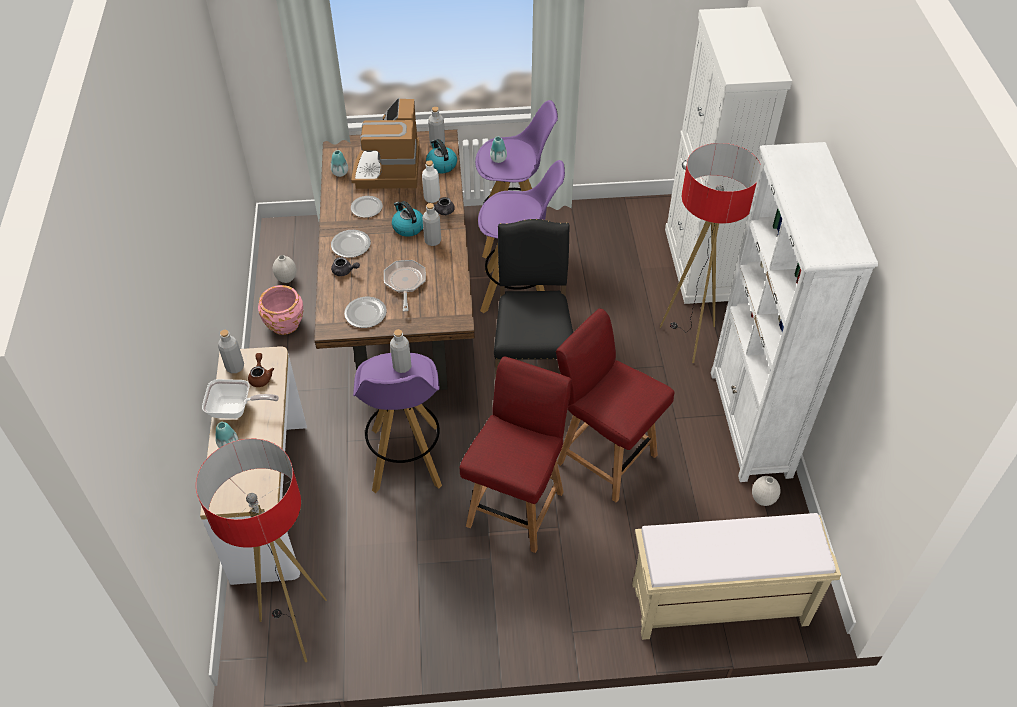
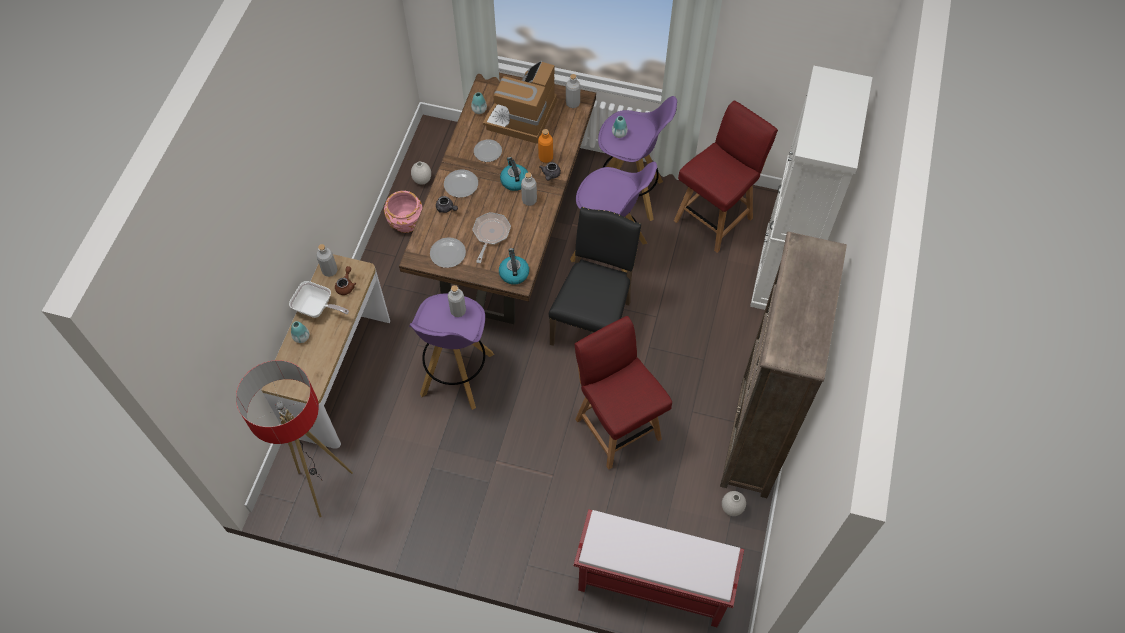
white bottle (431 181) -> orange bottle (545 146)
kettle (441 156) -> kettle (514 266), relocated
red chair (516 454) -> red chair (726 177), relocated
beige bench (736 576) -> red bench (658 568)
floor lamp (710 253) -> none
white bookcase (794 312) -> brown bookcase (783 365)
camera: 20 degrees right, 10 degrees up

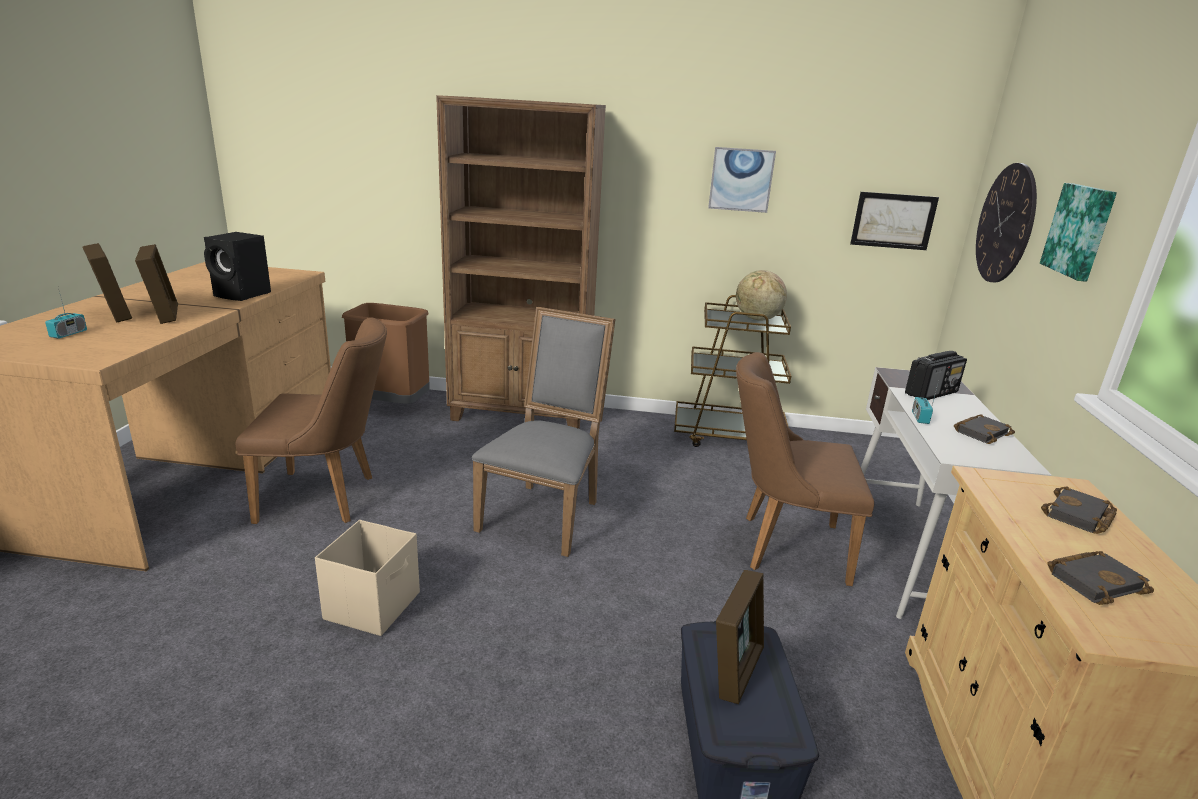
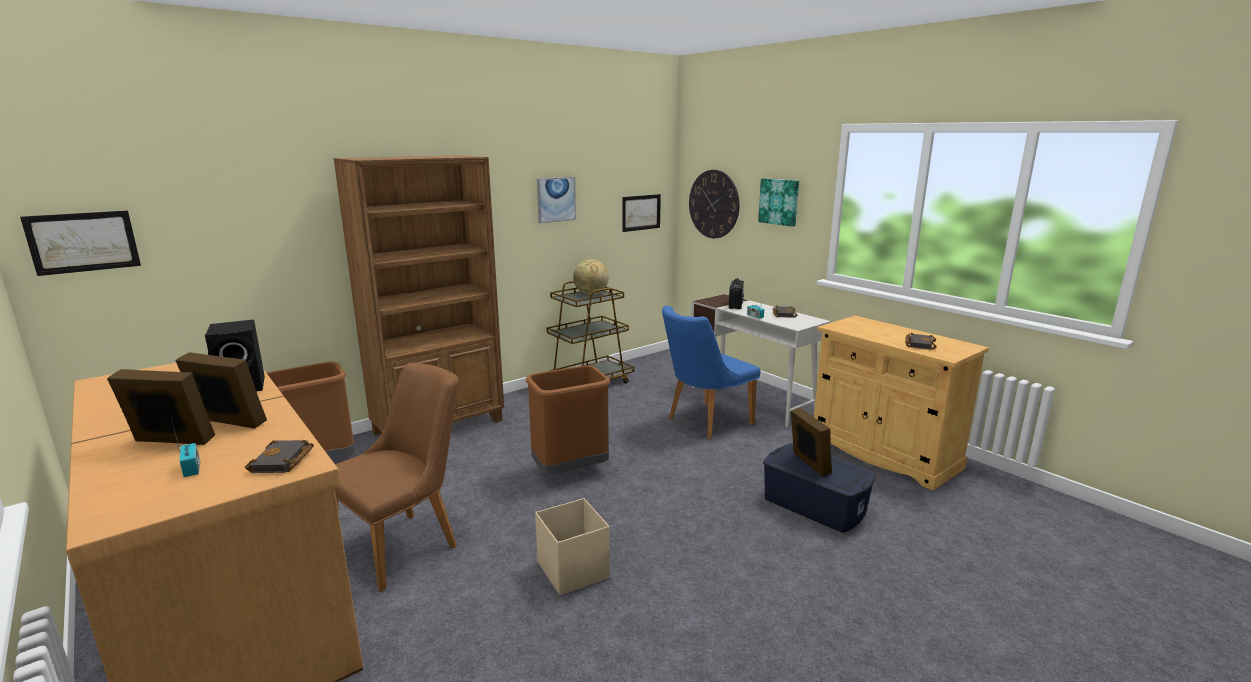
grey chair (543 432) -> brown trash can (568 419)
brown chair (805 469) -> blue chair (711 372)
black book (1079 510) -> black book (279 456), relocated
none -> picture (80 243)
camera: 45 degrees left, 5 degrees down

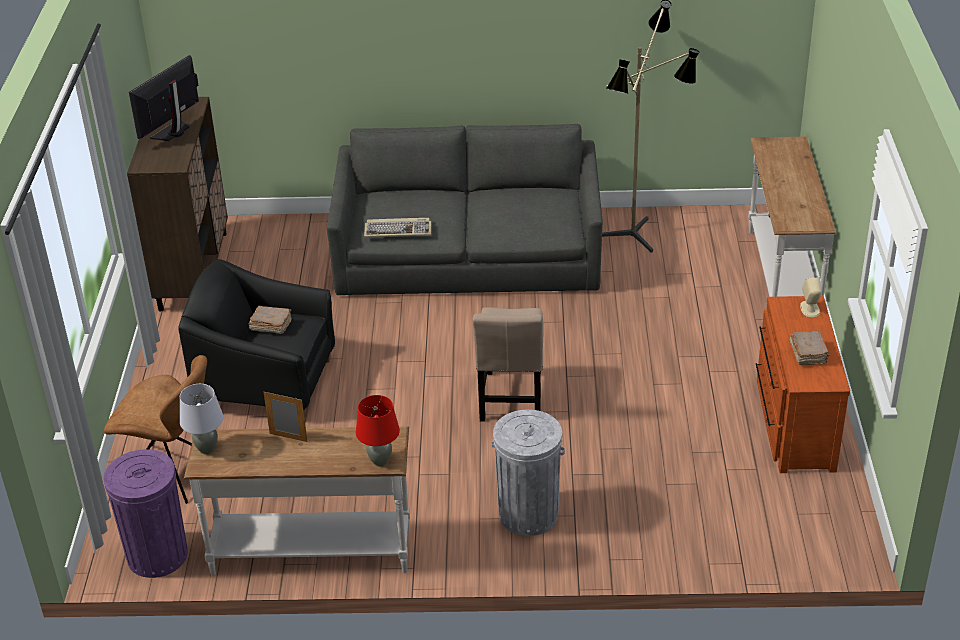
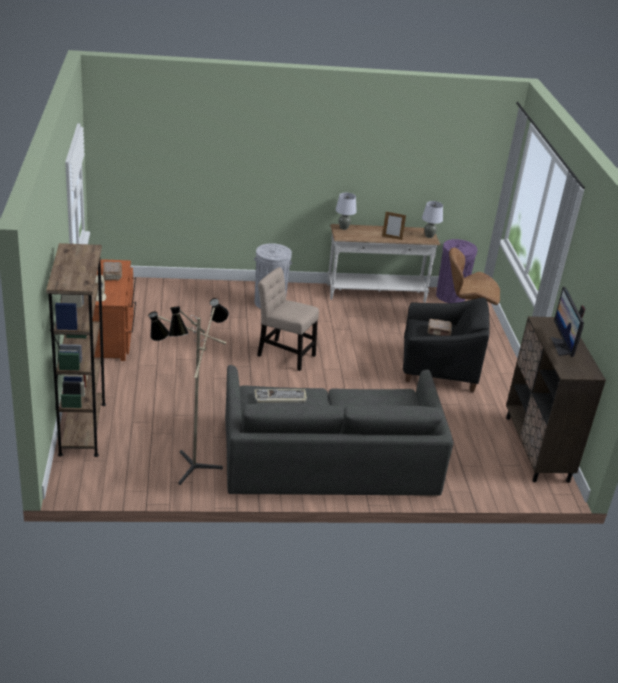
monitor (164 98) -> monitor (568 322), 150 degrees clockwise
red table lamp (378 430) -> grey table lamp (346 211)
keyboard (397 228) -> keyboard (280 396), relocated
beige chair (508 364) -> beige chair (288 319), 60 degrees counterclockwise
white console table (792 216) -> brown bookcase (76 350)
camera: 170 degrees right, 5 degrees down

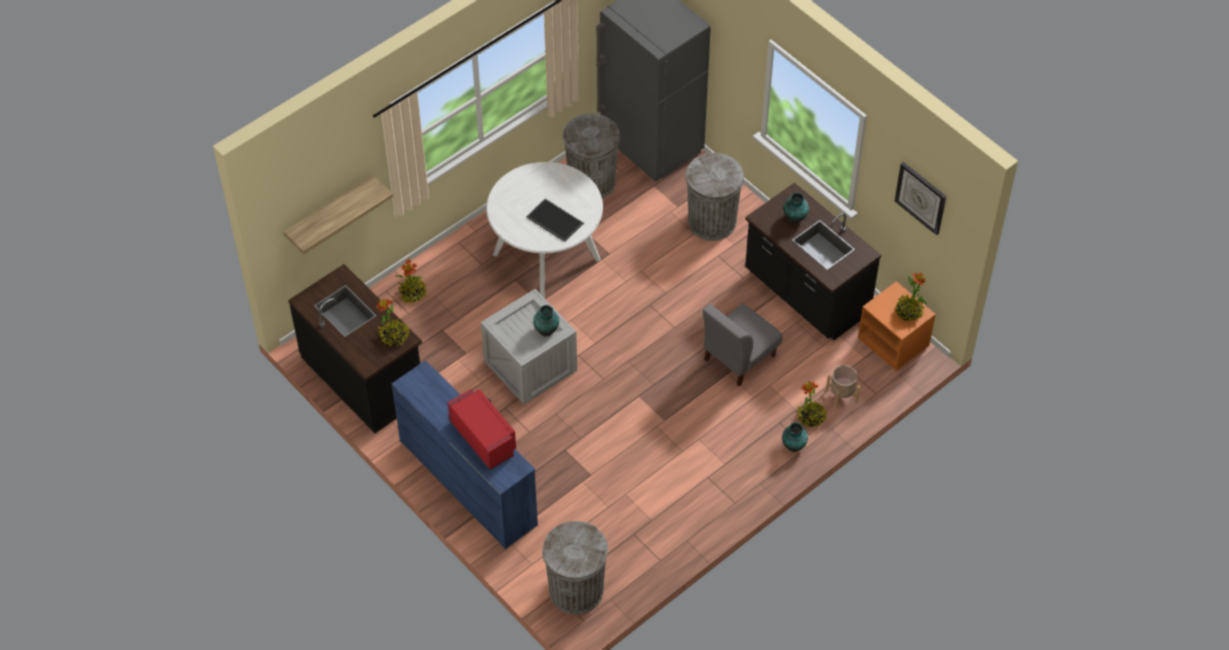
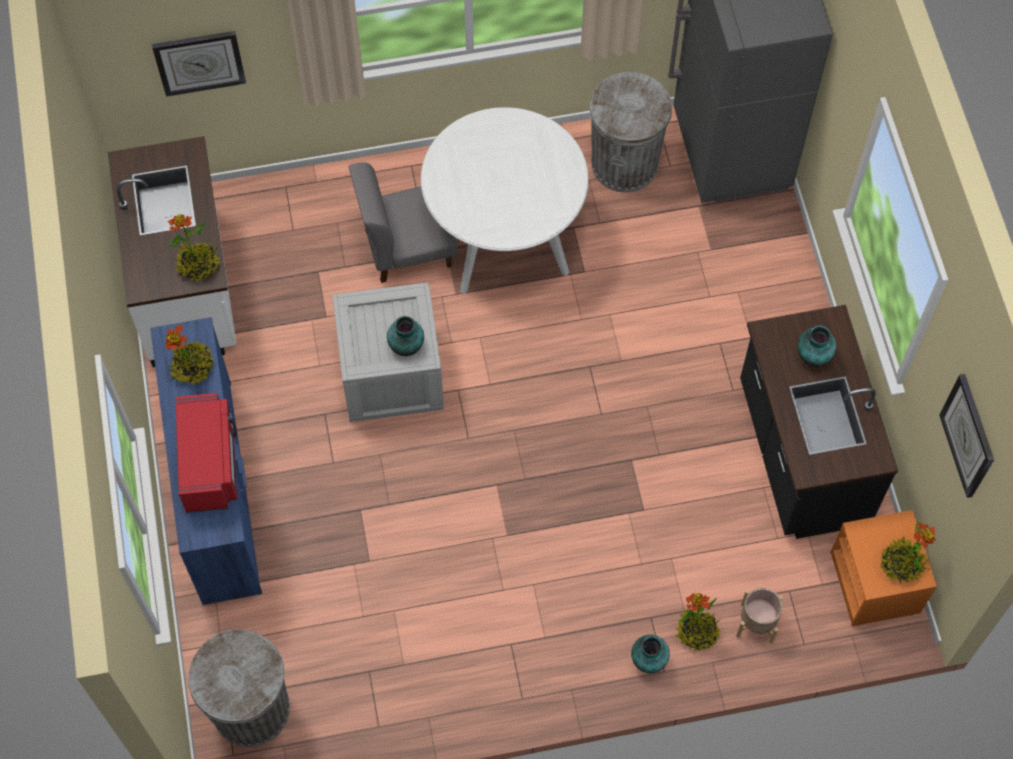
shelf (338 214) -> wall clock (199 64)
black counter (355 348) -> white counter (172 251)
potted plant (411 281) -> potted plant (188 354), relocated
tray (555 220) -> none
grey trash can (715 197) -> none
grey chair (742 344) -> grey chair (403 222), relocated
camera: 30 degrees right, 10 degrees up

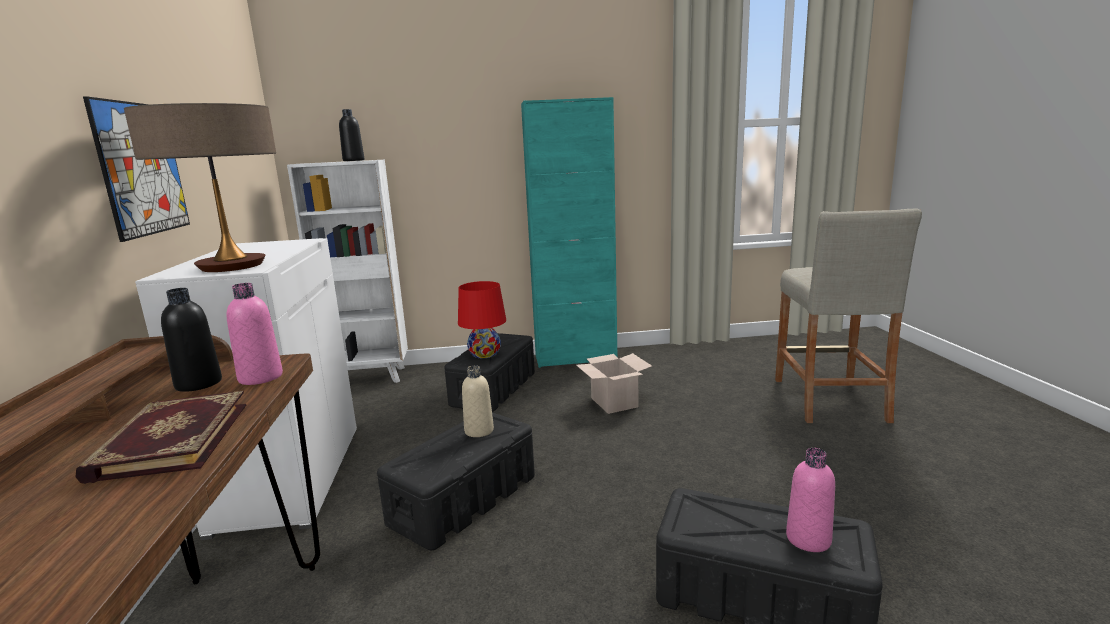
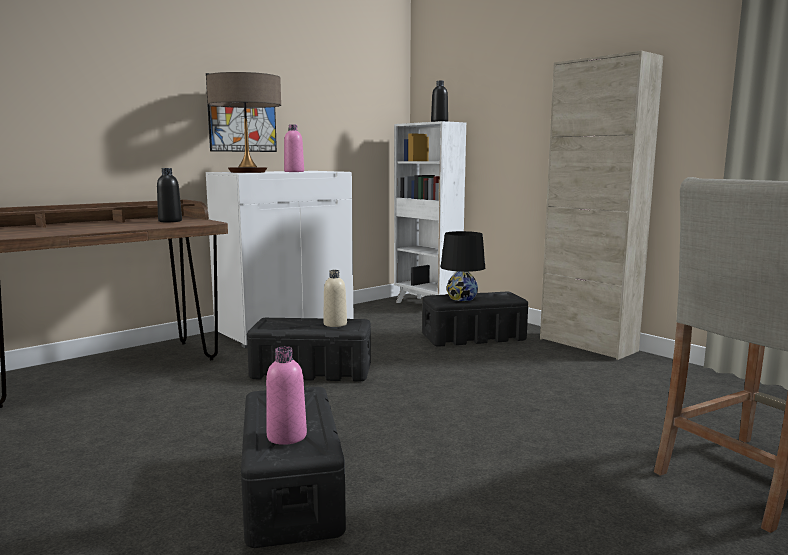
book (161 437) -> none
pink bottle (255 334) -> pink bottle (294 148), relocated
red table lamp (482 319) -> black table lamp (463 266)
turquoise cabinet (569 232) -> beige cabinet (601 205)
cardboard box (614 383) -> none
camera: 55 degrees right, 5 degrees down

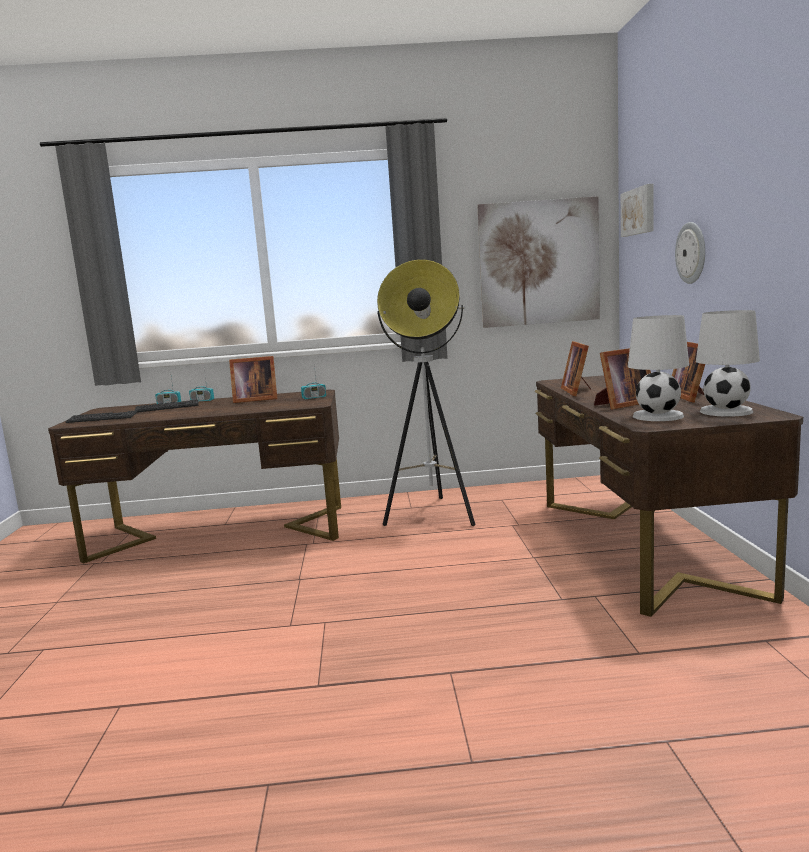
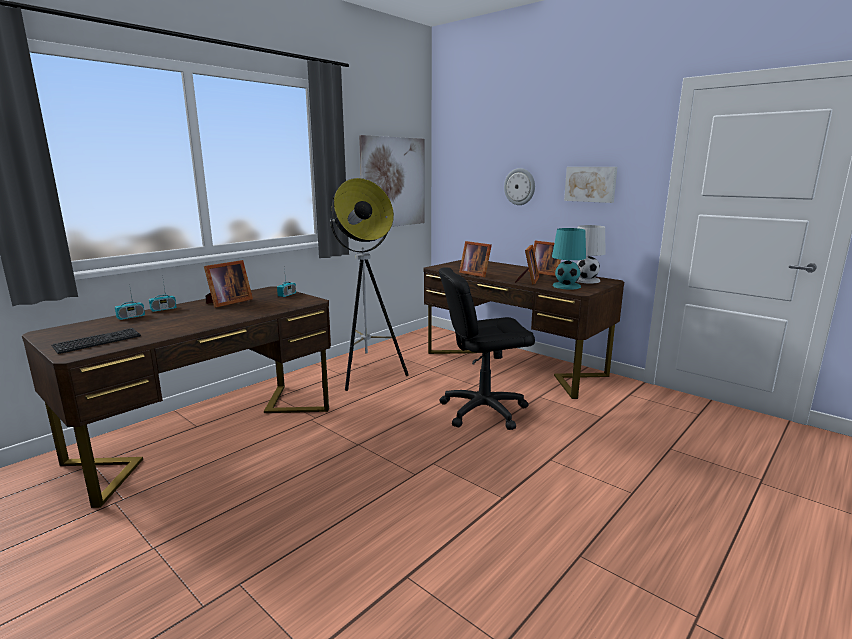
keyboard (167 406) -> none
picture (637 210) -> picture (590 185), relocated
white table lamp (658 368) -> turquoise table lamp (569 259)
none -> black office chair (487 348)
camera: 45 degrees left, 5 degrees up

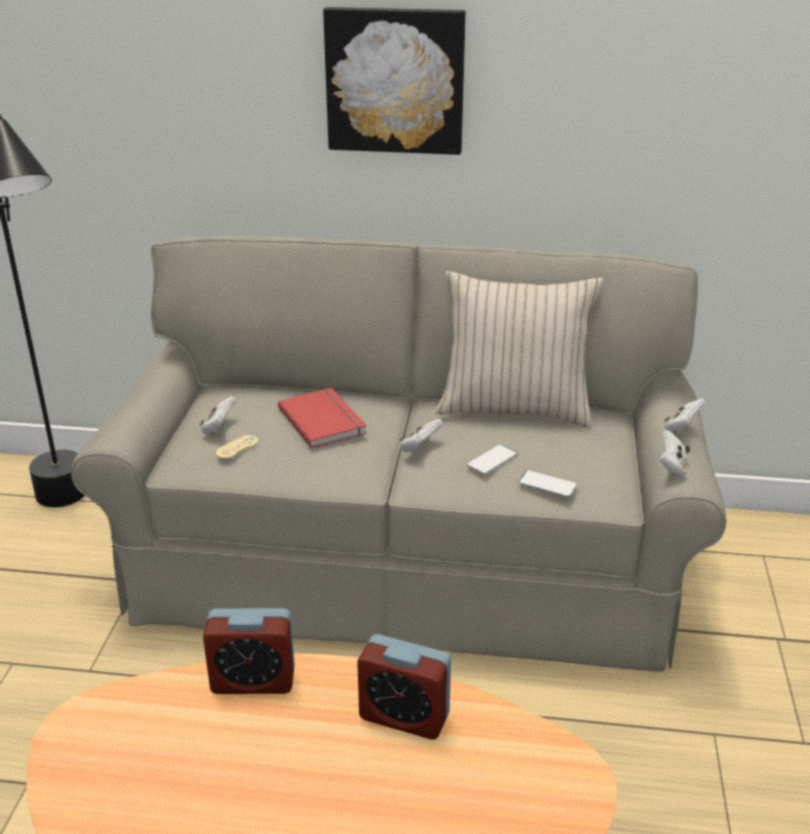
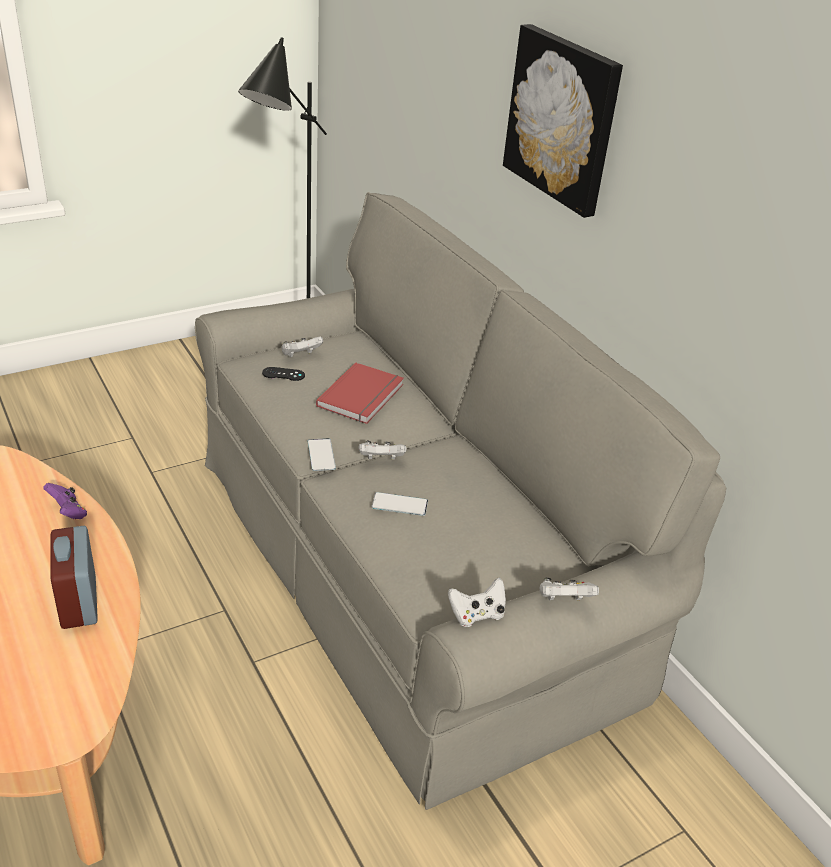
alarm clock (249 651) -> purple game controller (65 501)
beige game controller (237 447) -> black game controller (283 374)
beige pillow (519 349) -> none
phone (547 483) -> phone (322 454), relocated
camera: 50 degrees right, 5 degrees up

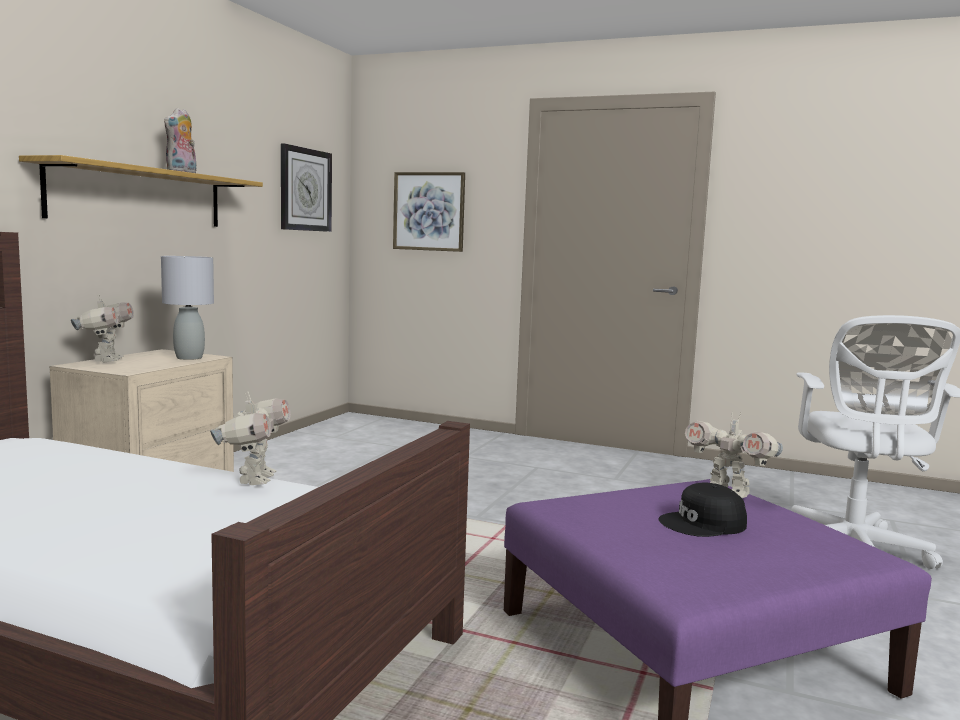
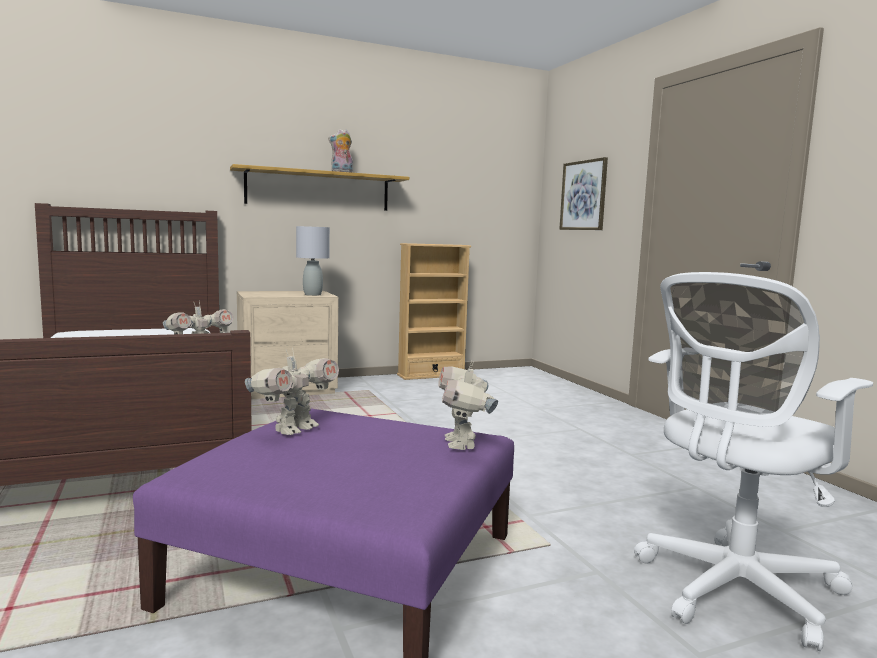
toy robot (102 328) -> toy robot (292 391), relocated
wall clock (306 187) -> none
black cap (702 510) -> none
none -> beige bookcase (434 311)
camera: 45 degrees right, 0 degrees up

